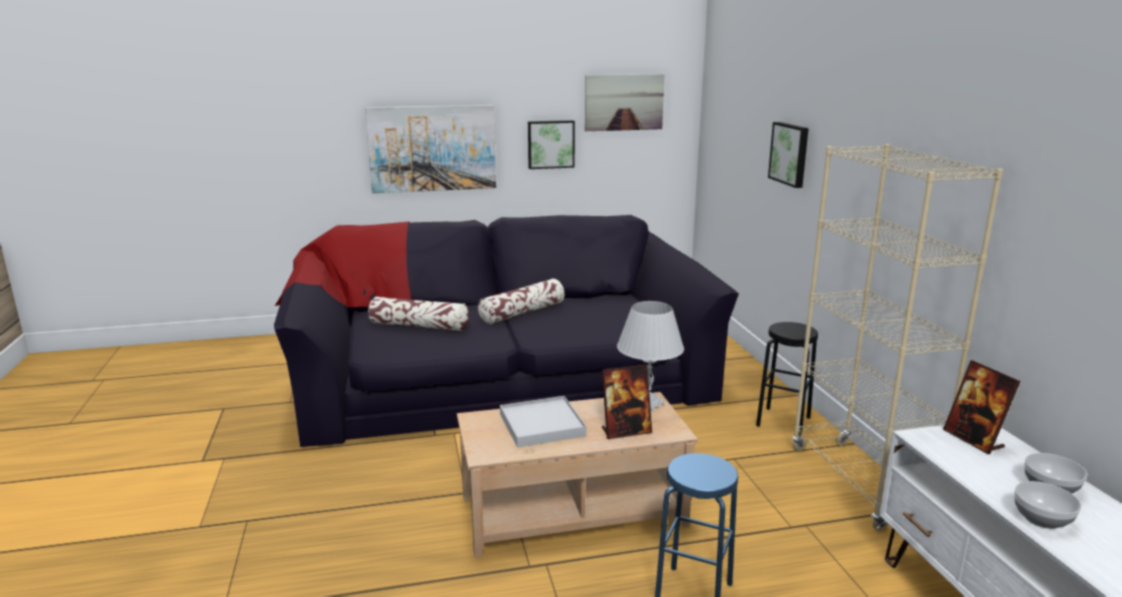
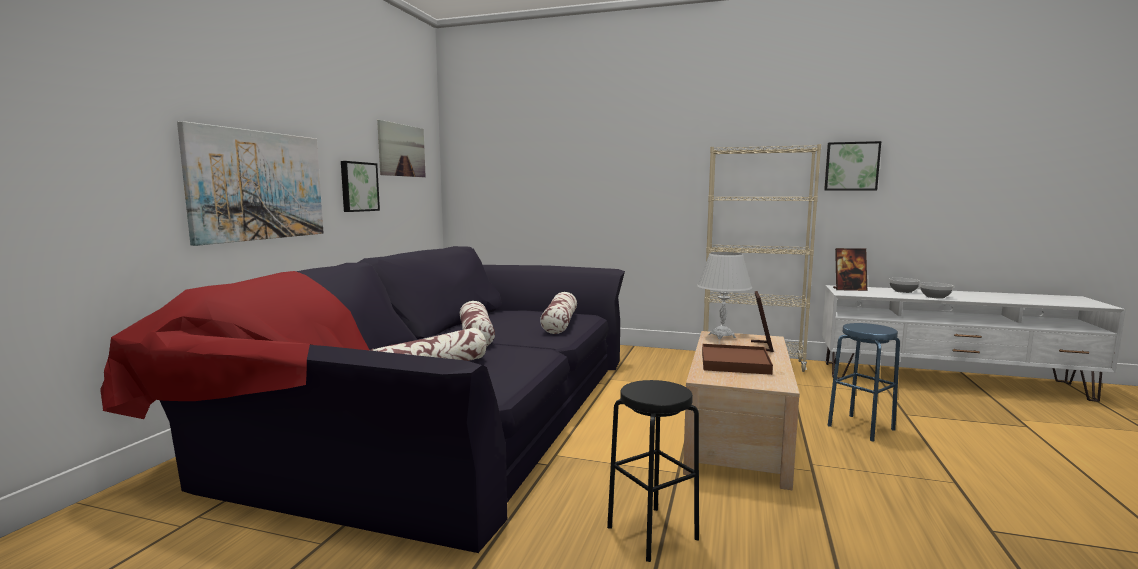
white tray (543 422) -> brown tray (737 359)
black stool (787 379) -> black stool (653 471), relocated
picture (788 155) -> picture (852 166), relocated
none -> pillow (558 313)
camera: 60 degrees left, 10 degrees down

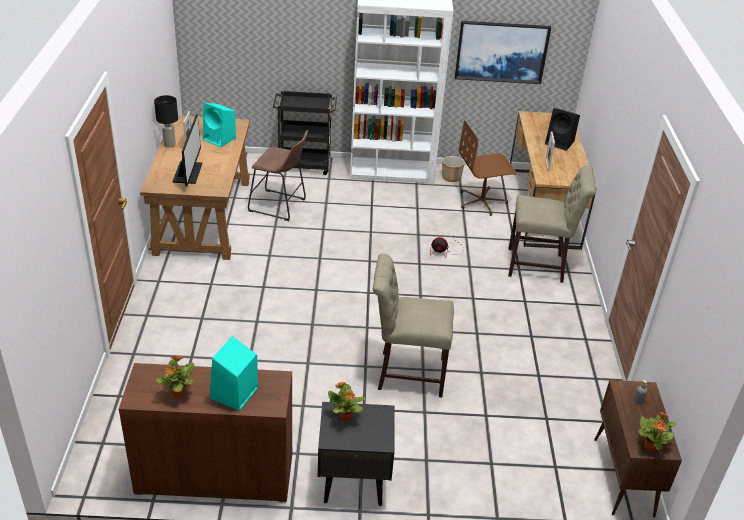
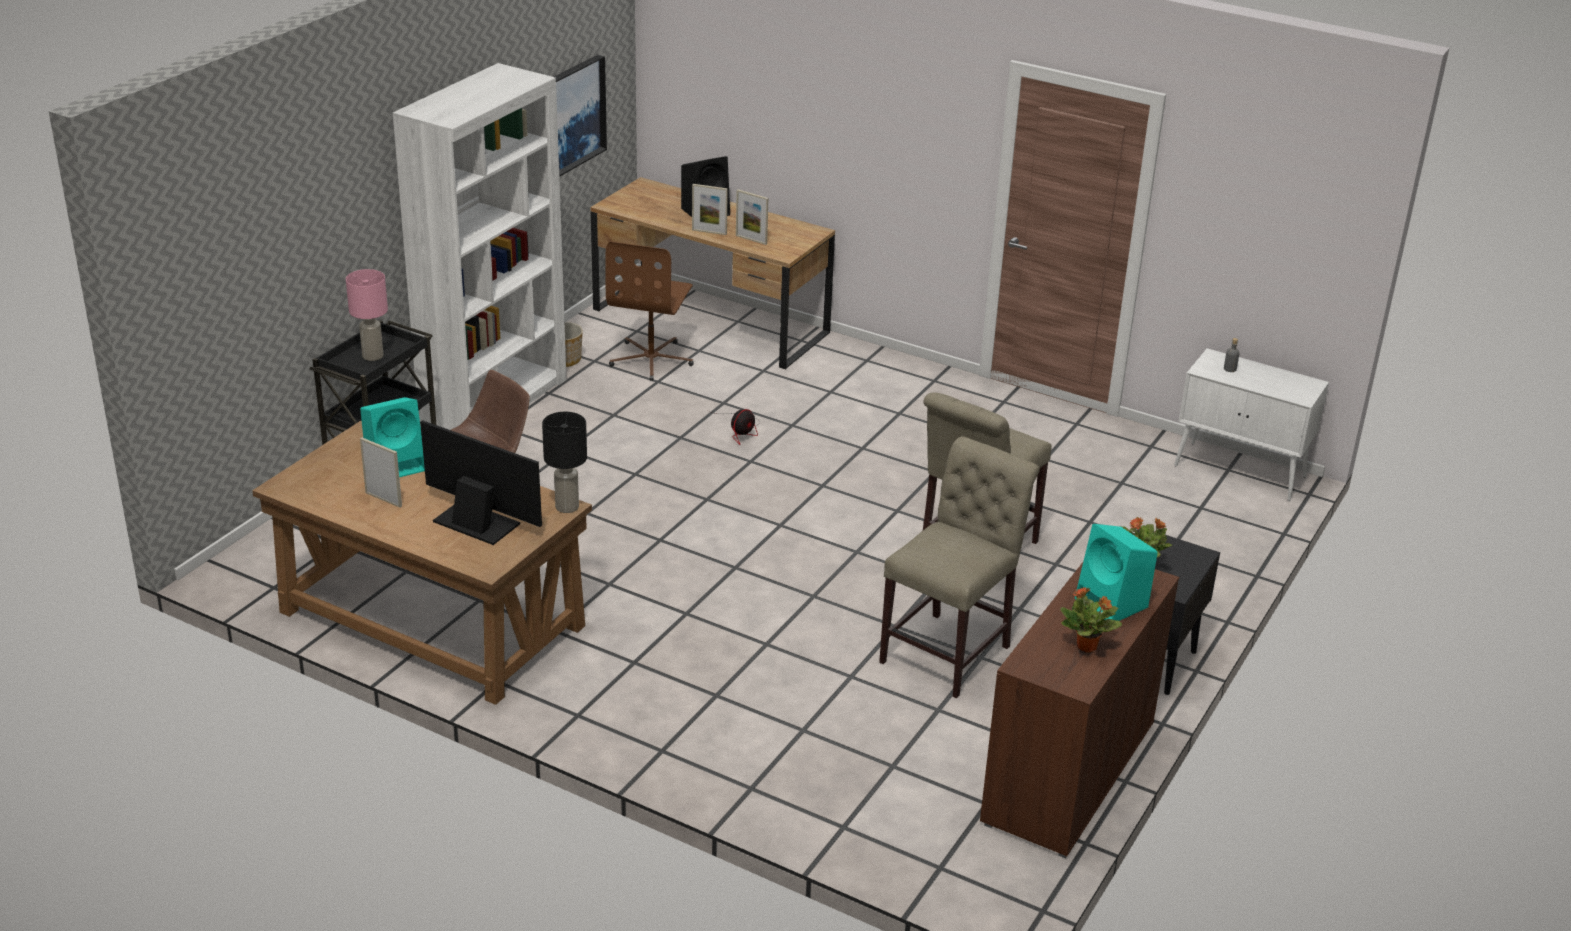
black table lamp (166 121) -> black table lamp (564 462), relocated
beige chair (552 224) -> beige chair (959 567), relocated
brown cabinet (638 448) -> white cabinet (1251 424)
potted plant (657 431) -> none
none -> pink table lamp (367 315)
none -> picture frame (710 209)
camera: 60 degrees left, 5 degrees down

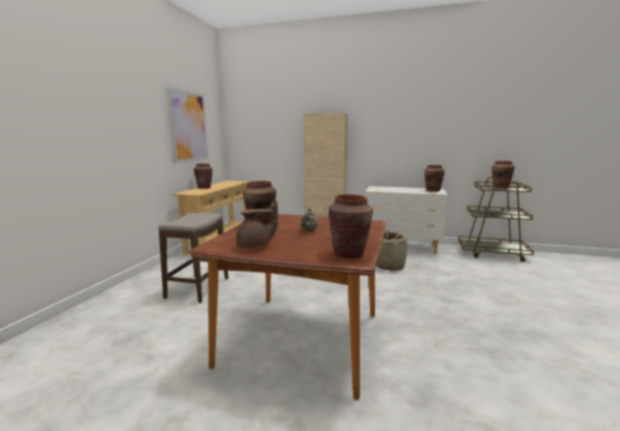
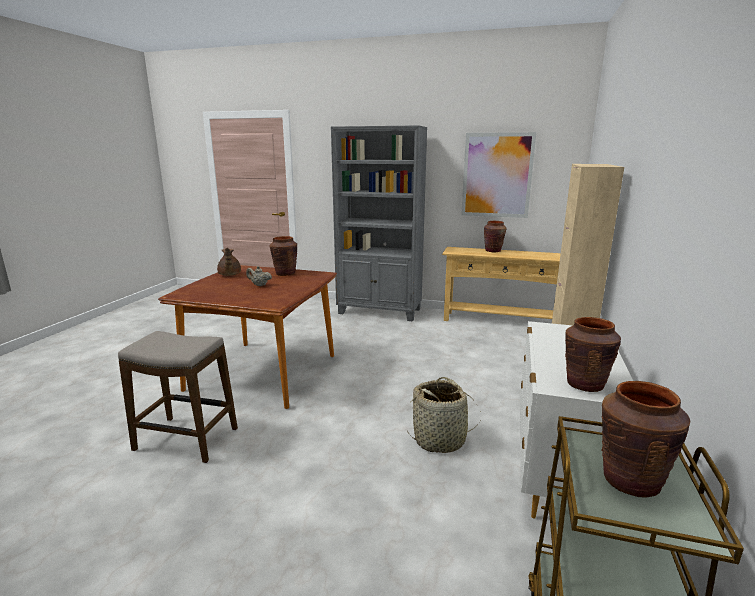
stool (194 258) -> stool (178 397), relocated
brown vase (351 226) -> none
none -> grey bookcase (379 223)
camera: 90 degrees right, 5 degrees up

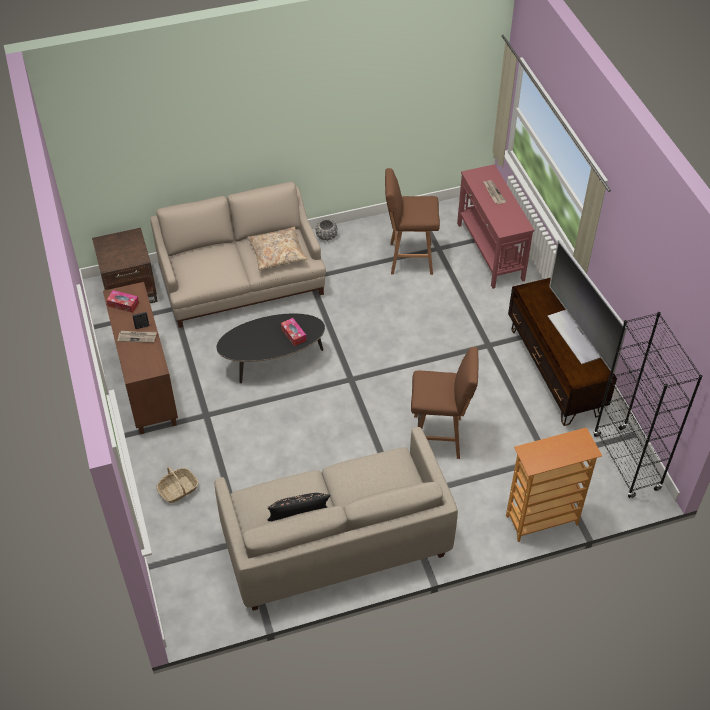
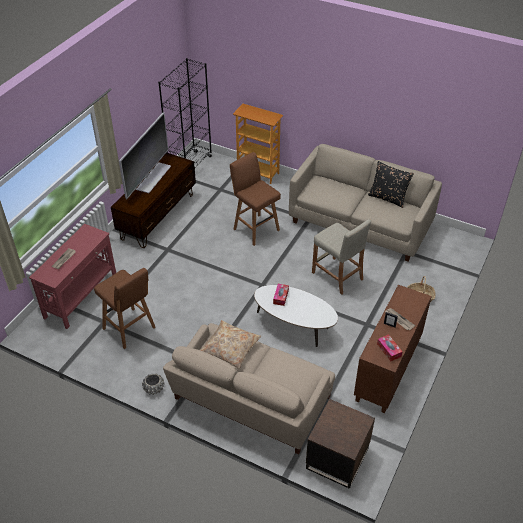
black coffee table (271 348) -> white coffee table (296 316)
none -> beige stool (341 257)
camera: 135 degrees left, 5 degrees down

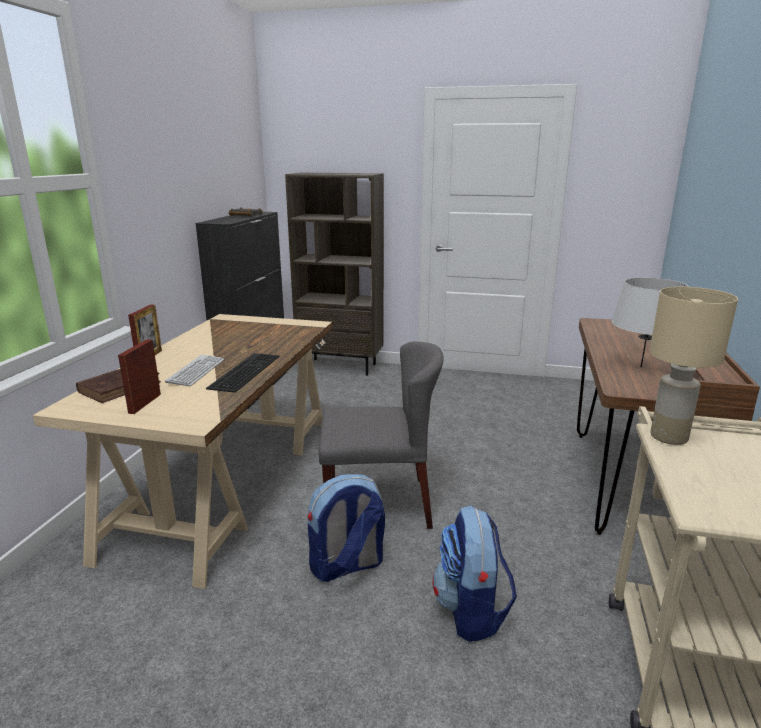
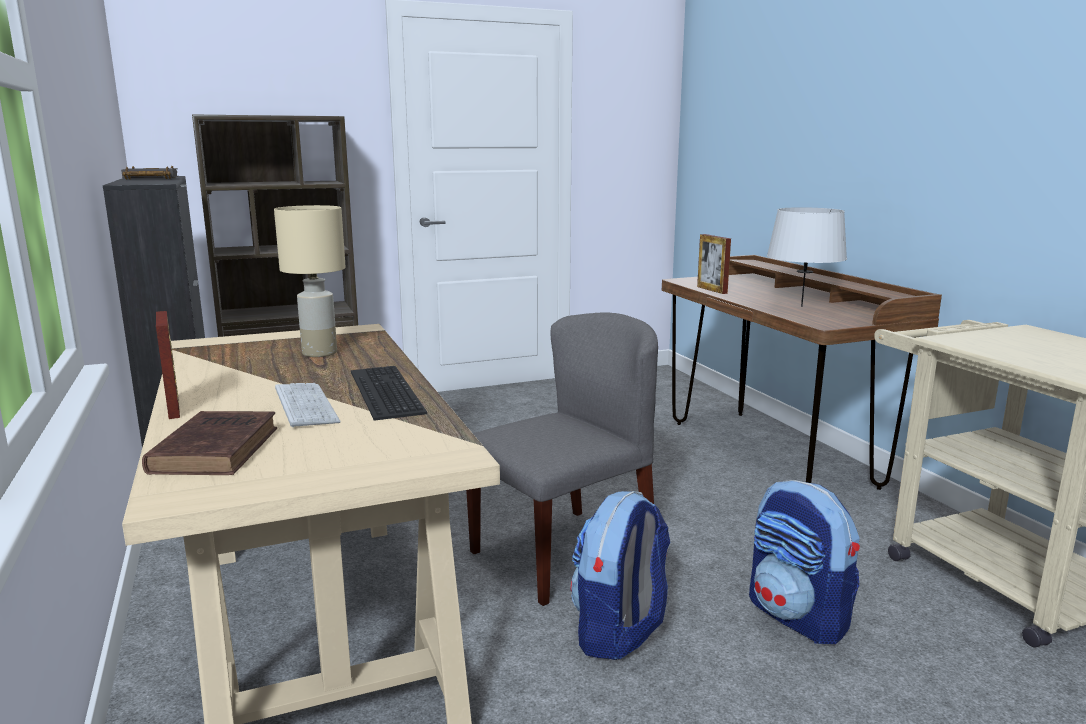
picture frame (139 376) -> picture frame (714 264), relocated
beige table lamp (693 366) -> beige table lamp (310 281), relocated
camera: 35 degrees left, 5 degrees down

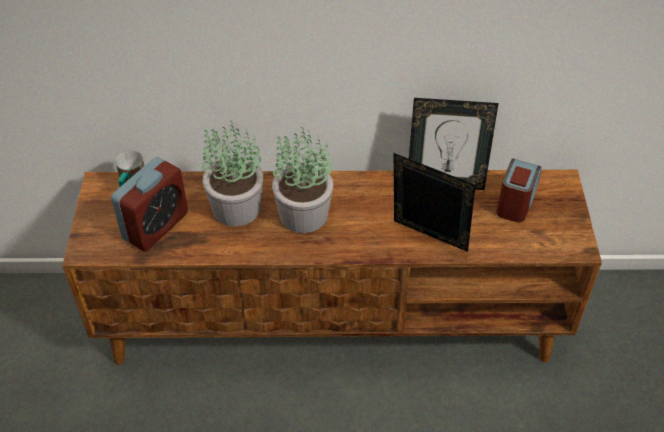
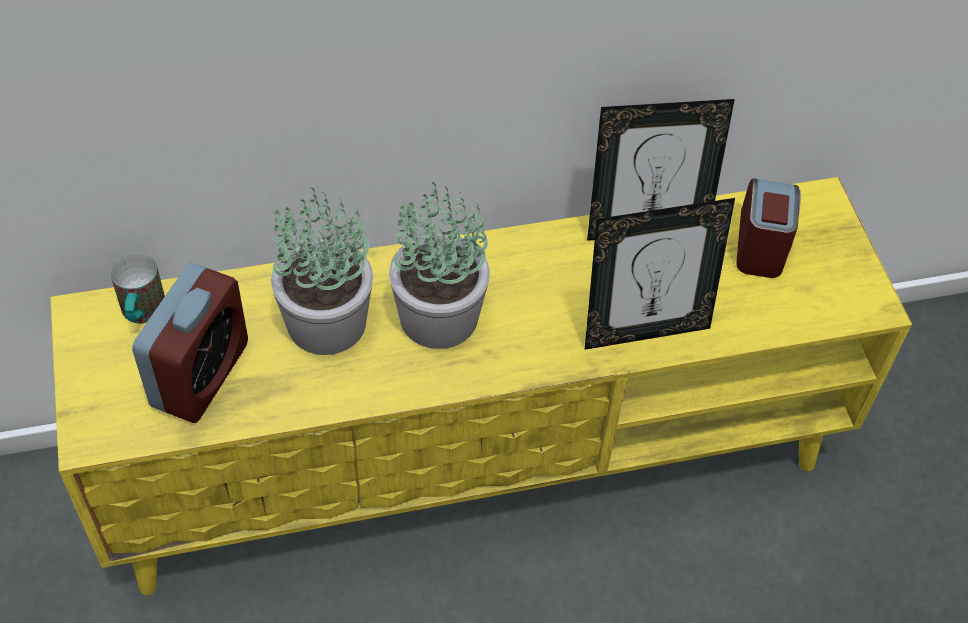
brown tv stand (332 267) -> yellow tv stand (481 386)
picture frame (435 202) -> picture frame (660 274), 150 degrees clockwise
camera: 15 degrees left, 5 degrees up

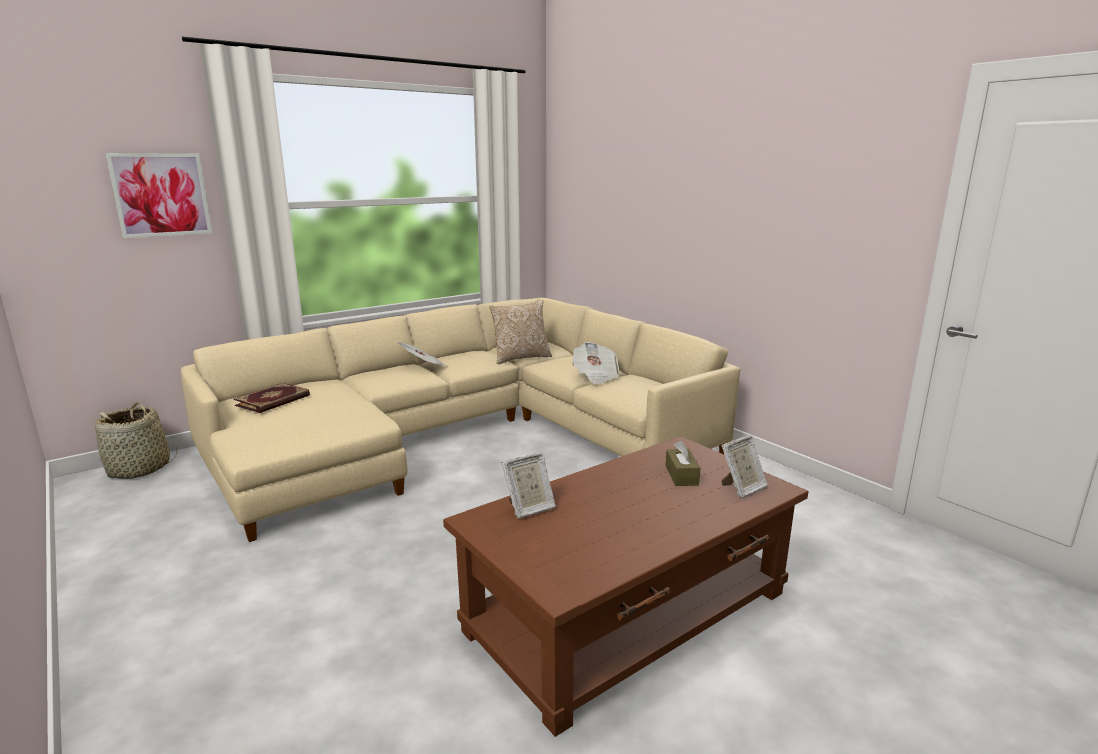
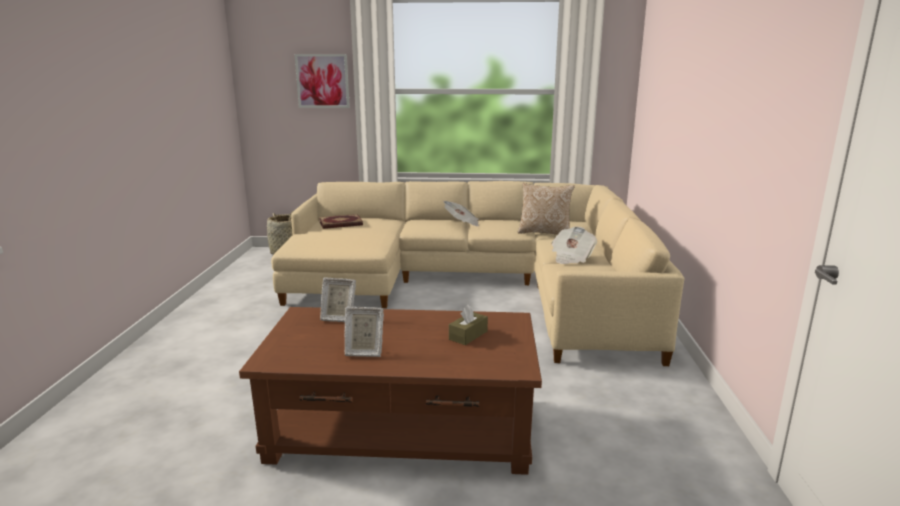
picture frame (745 466) -> picture frame (364 332), relocated
camera: 40 degrees right, 0 degrees up

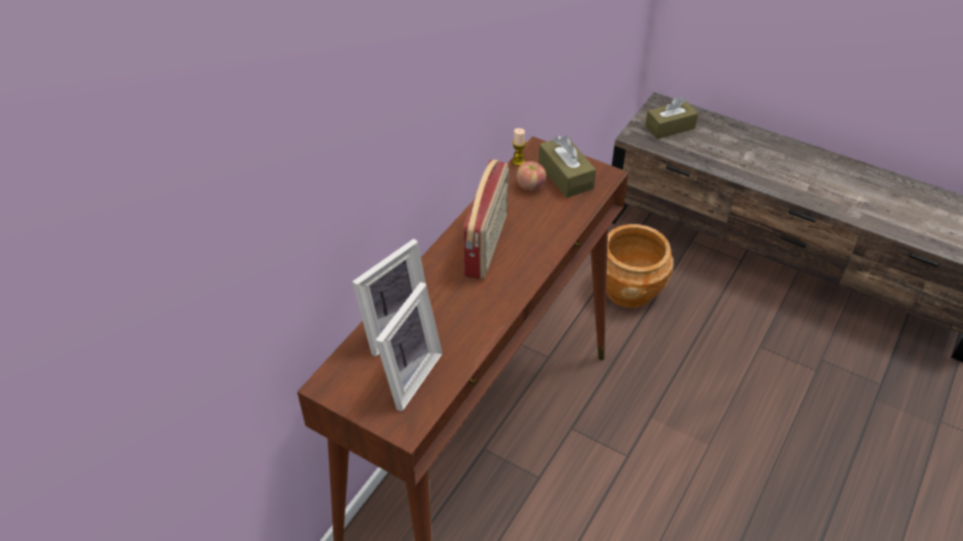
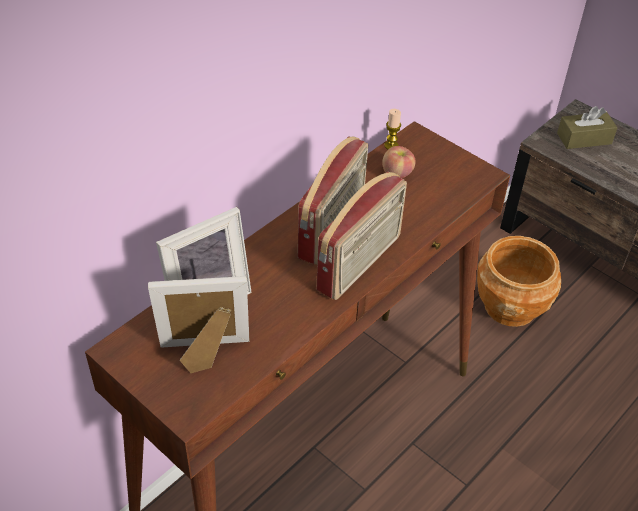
picture frame (409 346) -> picture frame (199 324), 135 degrees counterclockwise
brown tissue box (567 167) -> none
none -> radio (362 236)
camera: 10 degrees right, 0 degrees up

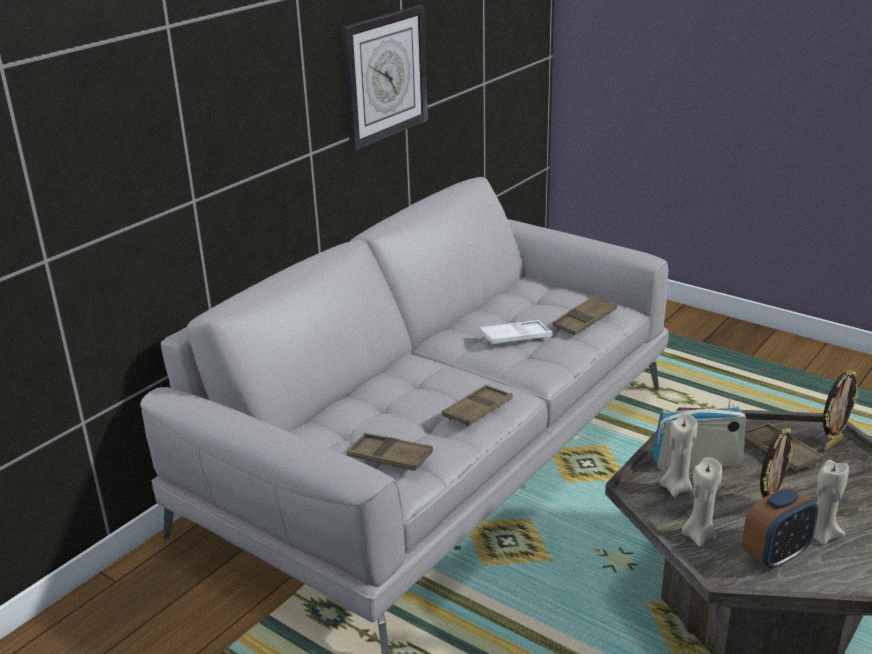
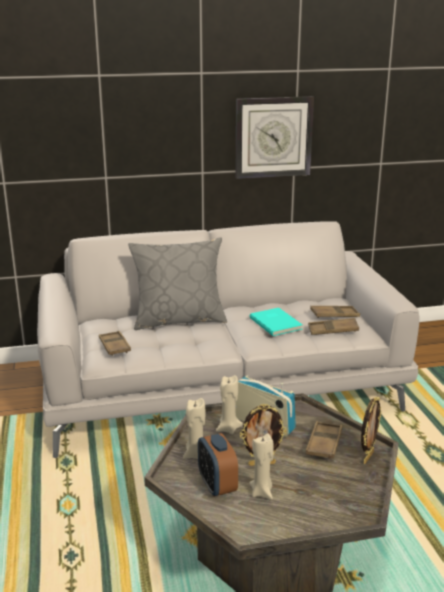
brown tray (477 406) -> brown tray (335 312), relocated
white tray (516 332) -> turquoise book (276 322)
alarm clock (780 528) -> alarm clock (218 465), 60 degrees clockwise
picture frame (841 410) -> picture frame (371 430), 60 degrees counterclockwise
none -> grey pillow (177 283)
camera: 40 degrees right, 5 degrees down

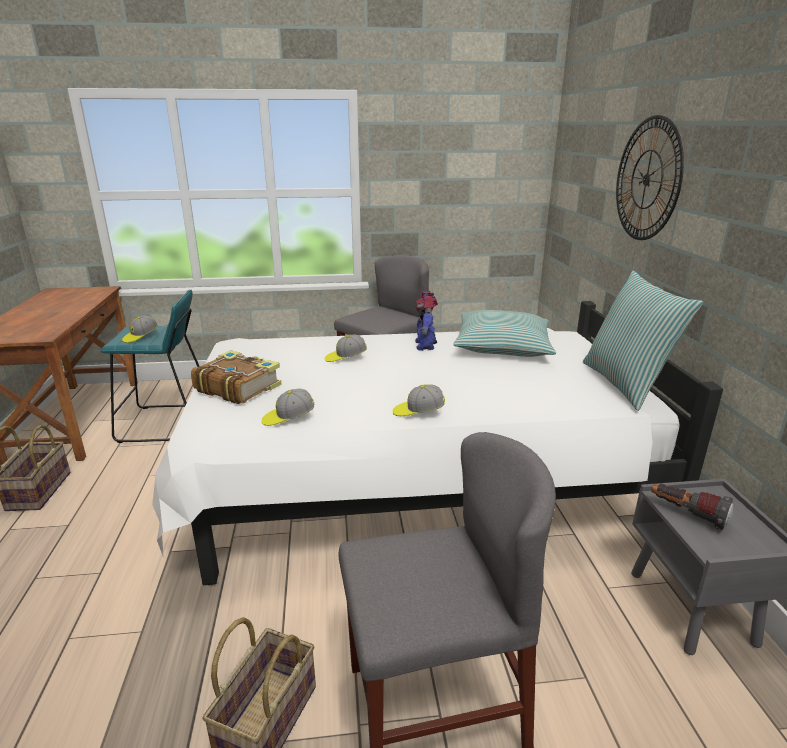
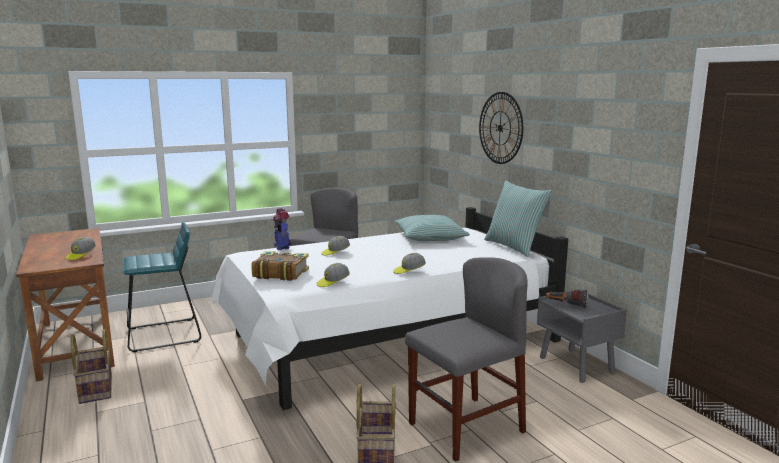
cap (140 329) -> cap (81 248), relocated
toy robot (426 321) -> toy robot (282 229), relocated
camera: 20 degrees left, 10 degrees down

